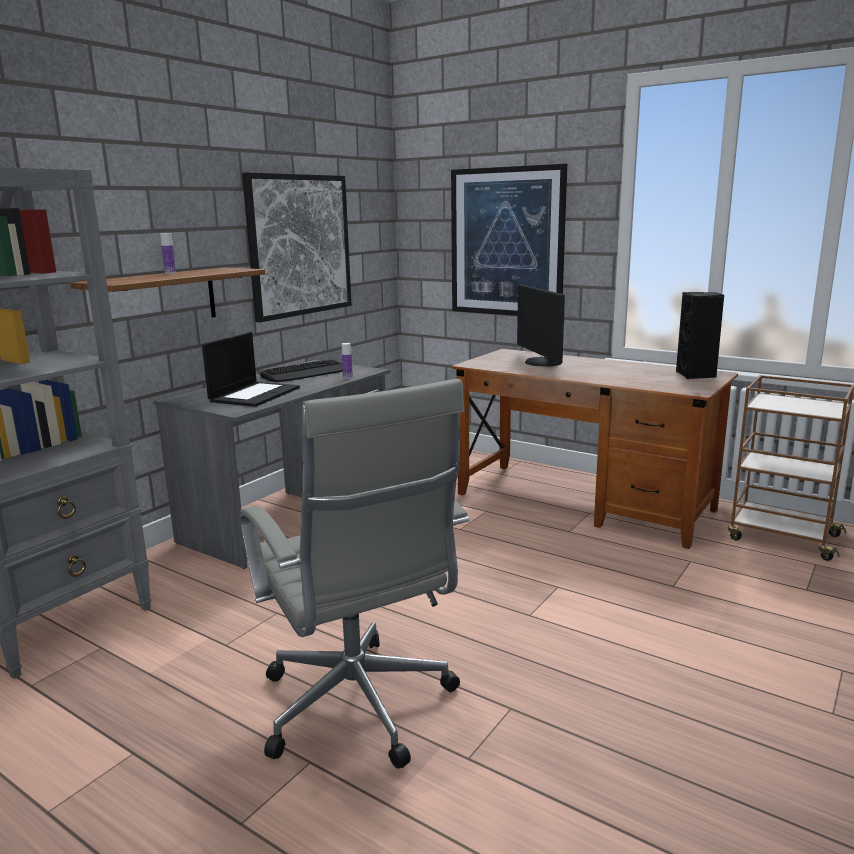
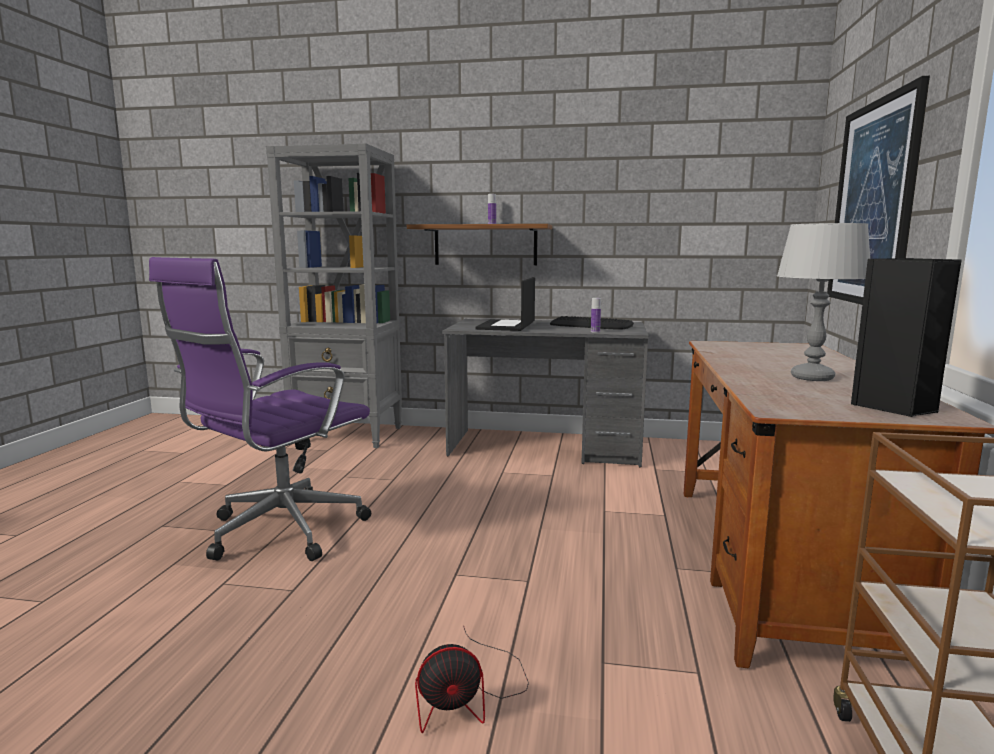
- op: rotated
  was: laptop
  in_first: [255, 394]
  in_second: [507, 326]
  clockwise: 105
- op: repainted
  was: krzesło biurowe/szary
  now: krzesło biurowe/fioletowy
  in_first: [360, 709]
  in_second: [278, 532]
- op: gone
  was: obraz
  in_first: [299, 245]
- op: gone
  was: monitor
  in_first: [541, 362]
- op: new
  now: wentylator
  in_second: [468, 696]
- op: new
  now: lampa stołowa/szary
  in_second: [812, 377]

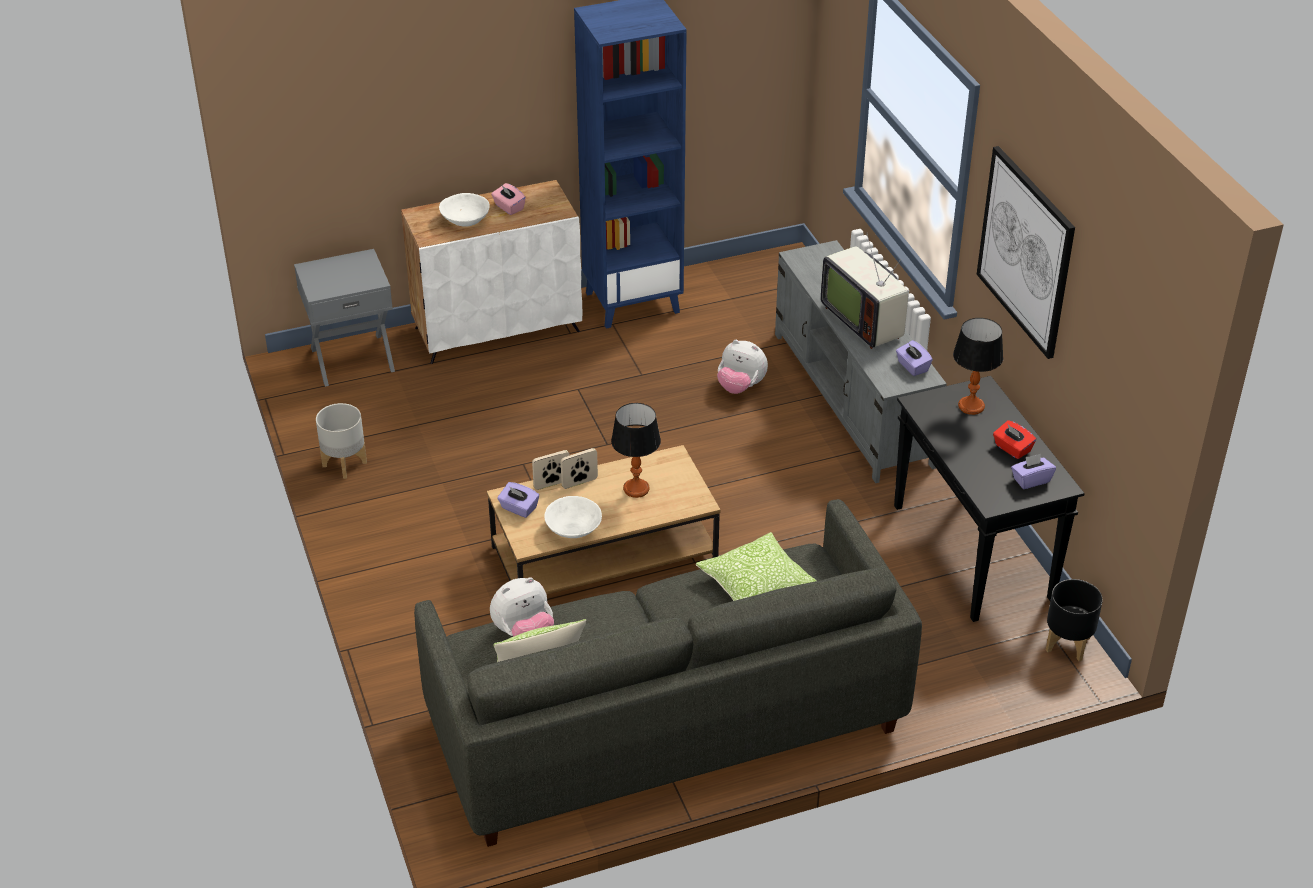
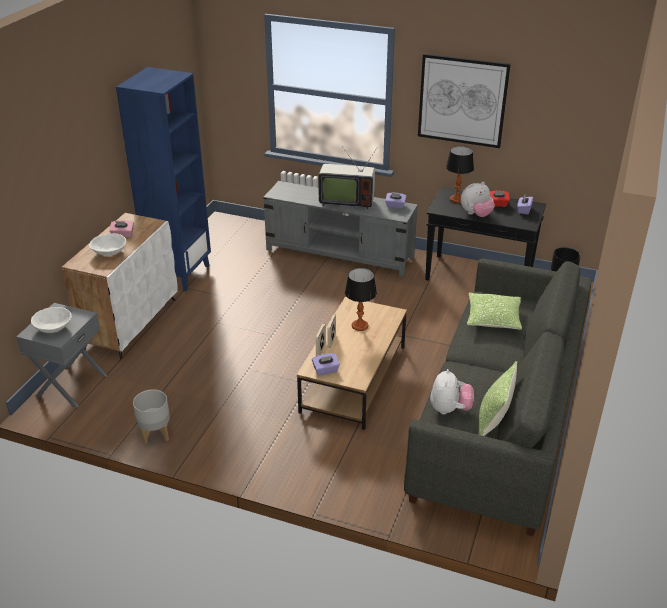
- op: shifted
  was: miska/biały
  in_first: [573, 529]
  in_second: [53, 328]
- op: shifted
  was: pluszak
  in_first: [740, 387]
  in_second: [476, 214]

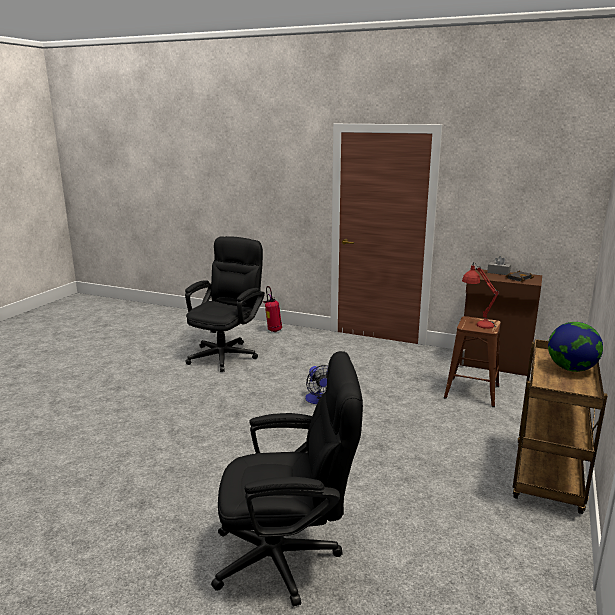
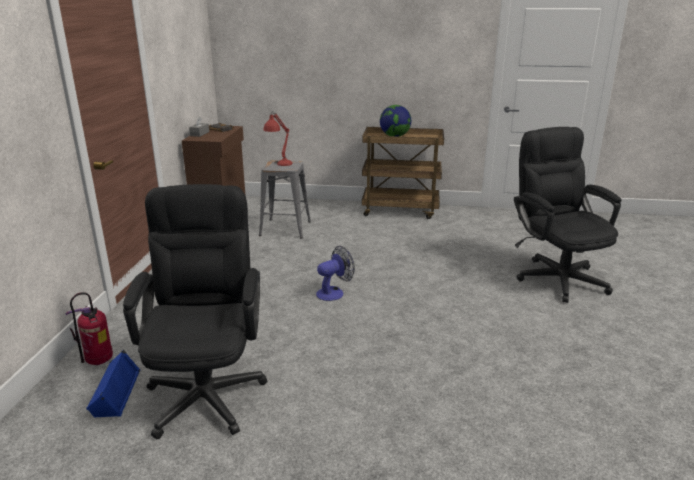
- op: rotated
  was: krzesło biurowe/czarny
  in_first: [226, 354]
  in_second: [207, 388]
  clockwise: 75
- op: repainted
  was: stołek/brązowy
  now: stołek/szary
  in_first: [471, 391]
  in_second: [285, 228]
- op: new
  now: głośnik/niebieski
  in_second: [114, 392]

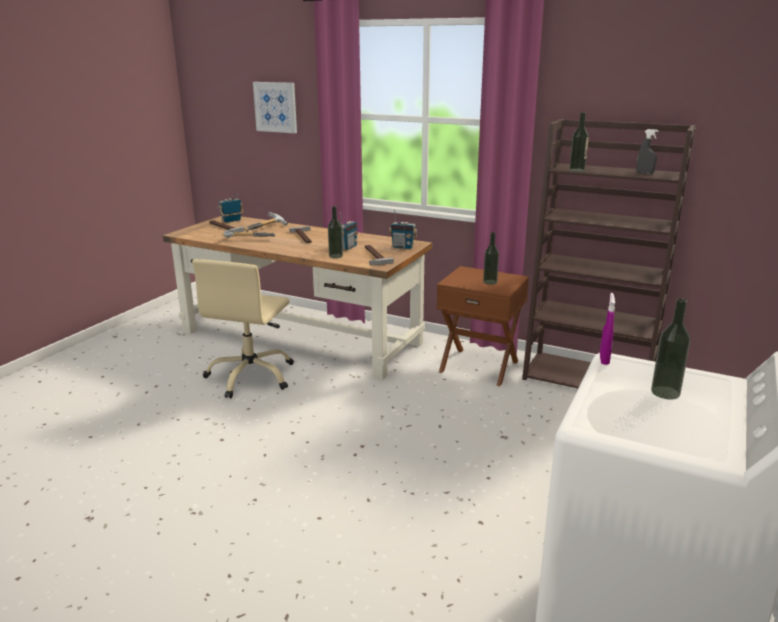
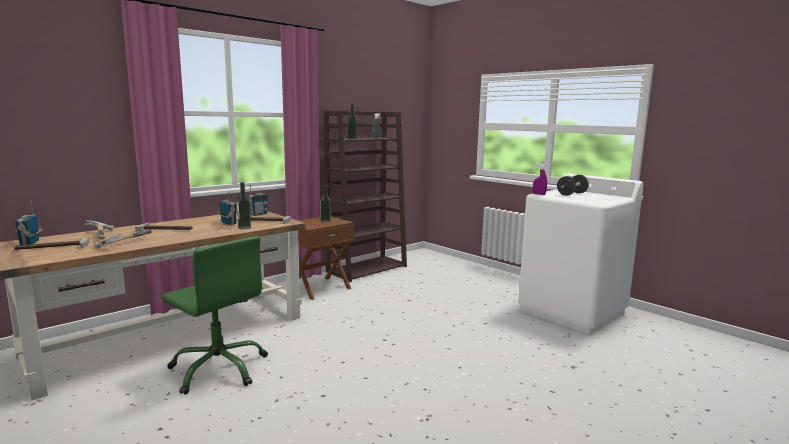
- op: repainted
  was: krzesło biurowe/beżowy
  now: krzesło biurowe/zielony
  in_first: [251, 376]
  in_second: [219, 368]
- op: gone
  was: obraz
  in_first: [276, 107]
- op: swapped
  was: butelka
  now: hantel/czarny
  in_first: [665, 392]
  in_second: [571, 194]

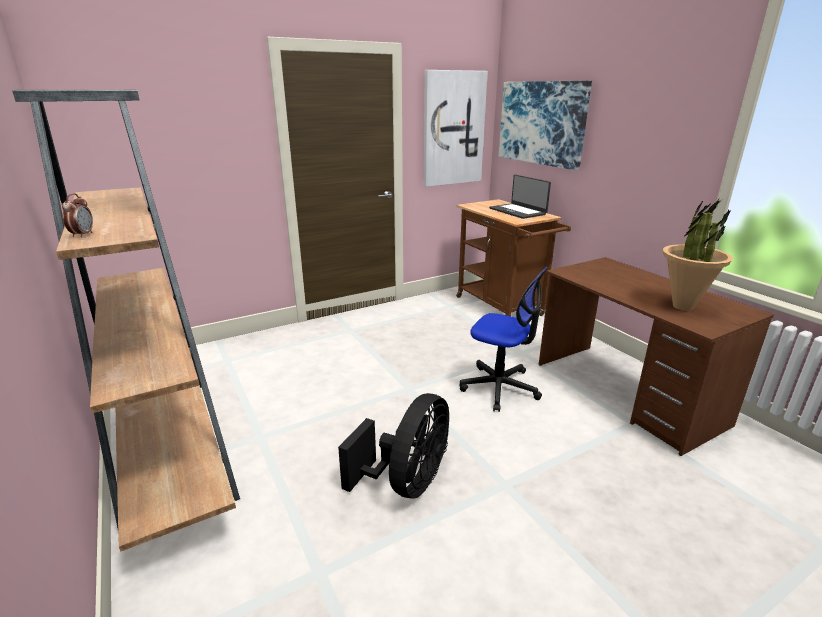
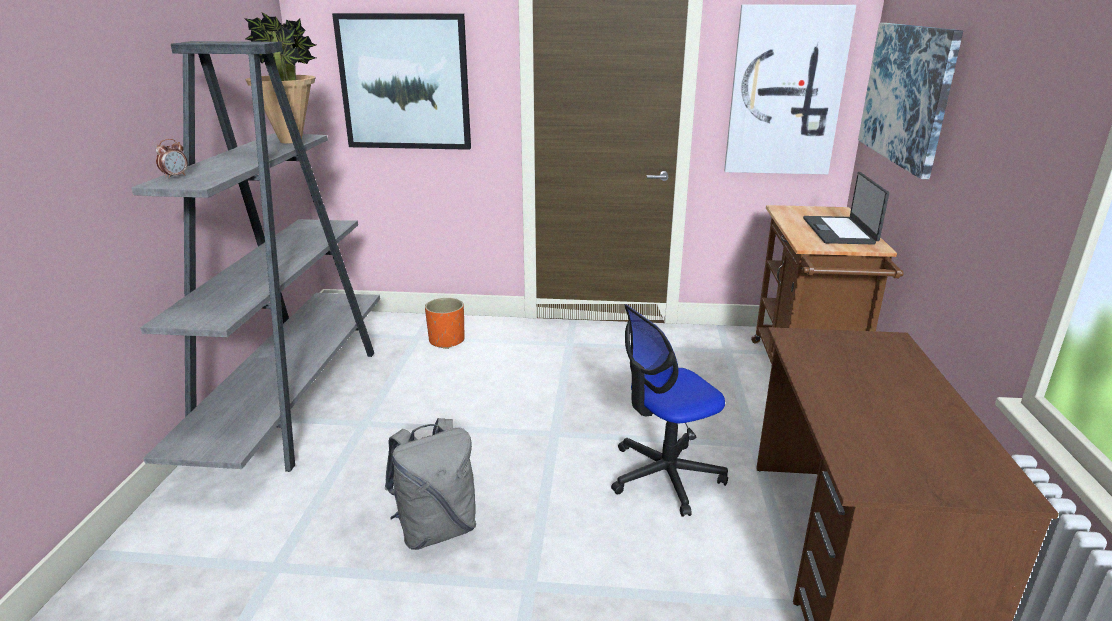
- op: repainted
  was: regał/brązowy
  now: regał/szary
  in_first: [169, 444]
  in_second: [294, 399]
- op: swapped
  was: wentylator/czarny
  now: plecak/szary
  in_first: [407, 482]
  in_second: [436, 529]
- op: rotated
  was: krzesło biurowe
  in_first: [500, 387]
  in_second: [665, 476]
  clockwise: 90
- op: shifted
  was: roślina doniczkowa
  in_first: [683, 306]
  in_second: [291, 141]
- op: new
  now: obraz
  in_second: [405, 82]
- op: new
  now: donica/pomarańczowy
  in_second: [446, 341]

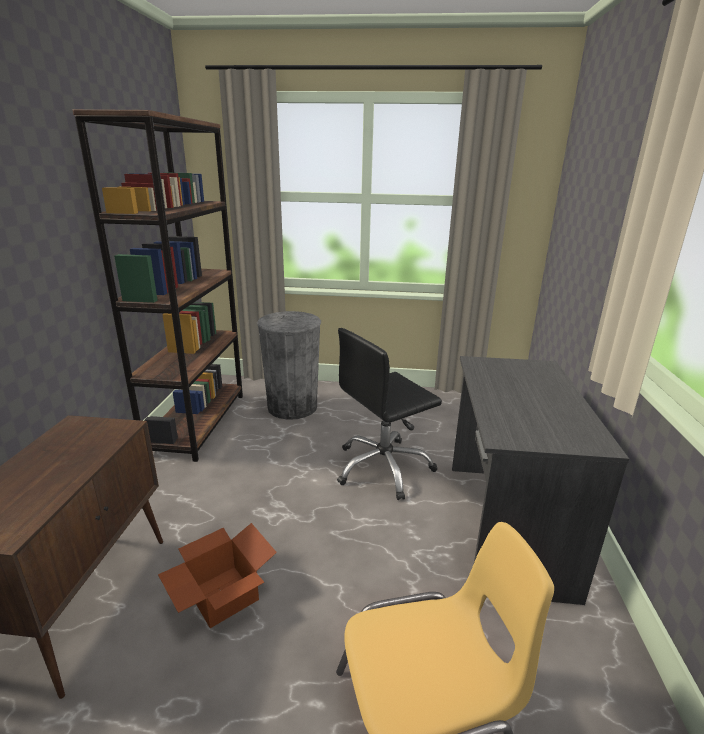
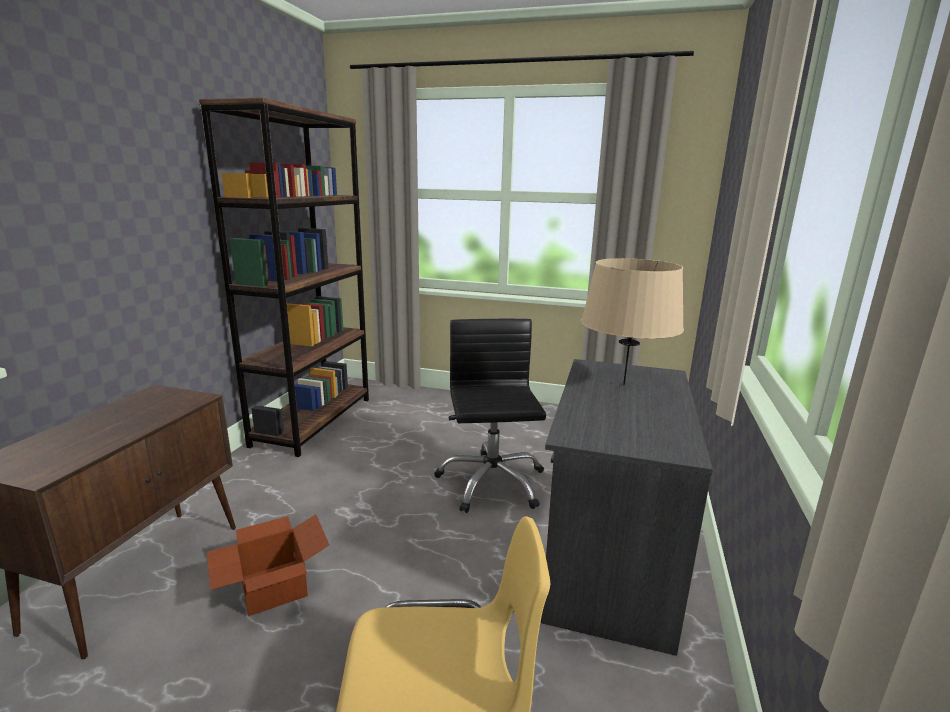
- op: gone
  was: kosz na śmieci/szary
  in_first: [292, 407]
- op: rotated
  was: krzesło biurowe/czarny
  in_first: [383, 468]
  in_second: [491, 482]
  clockwise: 105
- op: new
  now: lampa stołowa/beżowy
  in_second: [623, 384]

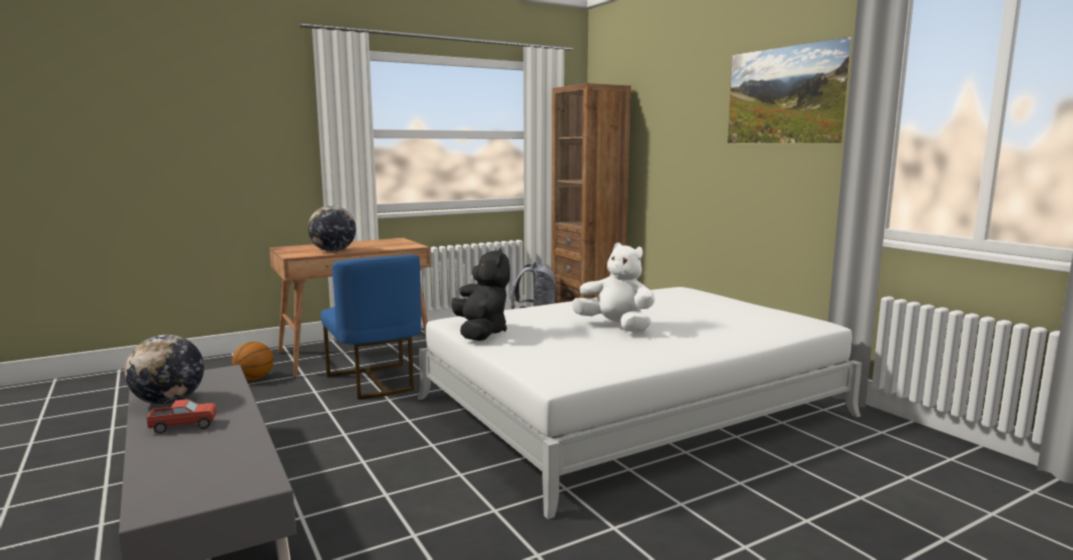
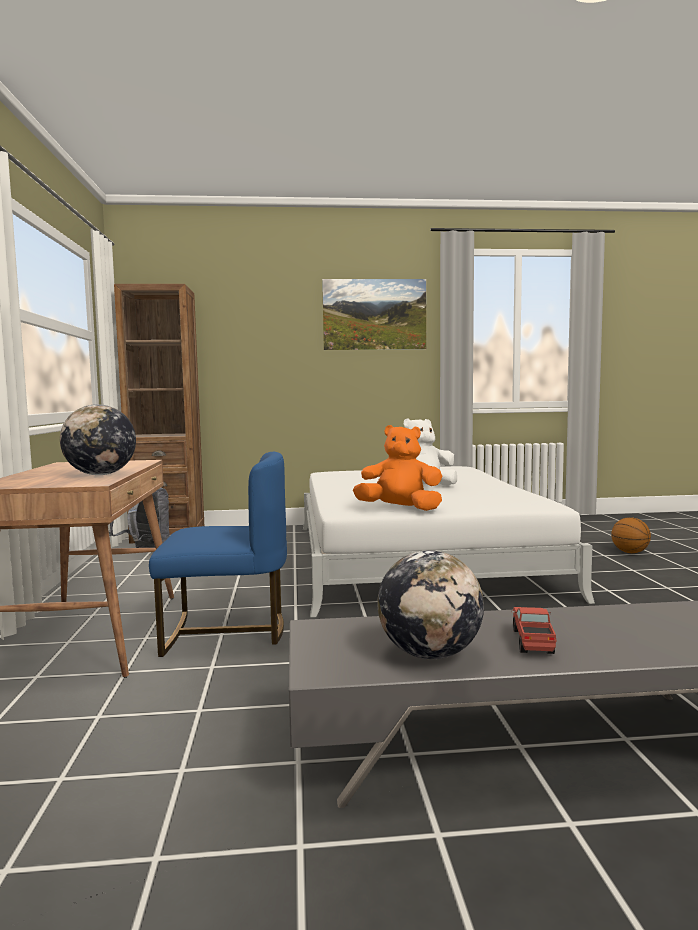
- op: shifted
  was: piłka do koszykówki
  in_first: [254, 379]
  in_second: [630, 552]
- op: repainted
  was: pluszak/czarny
  now: pluszak/pomarańczowy
  in_first: [481, 333]
  in_second: [400, 509]

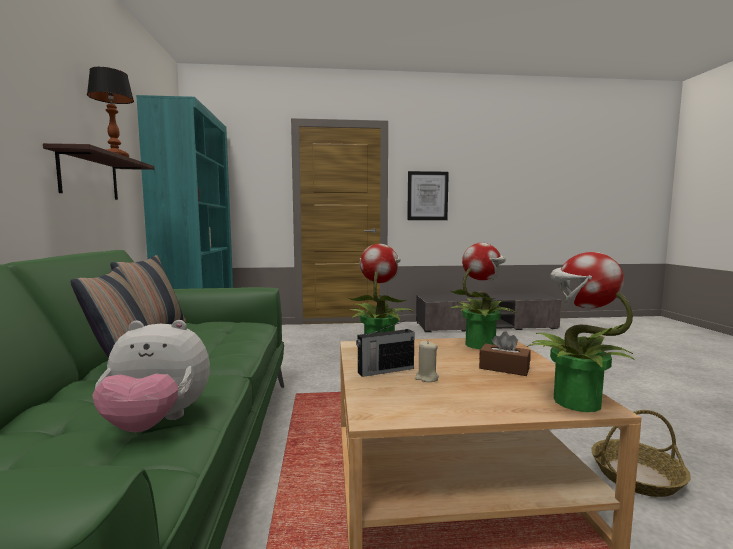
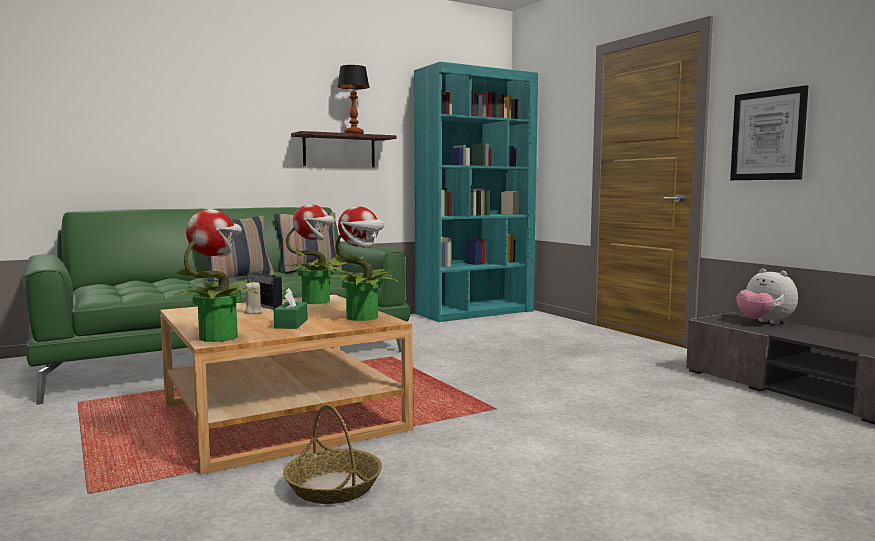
- op: shifted
  was: pluszak
  in_first: [157, 424]
  in_second: [764, 323]
- op: repainted
  was: pudełko chusteczek/brązowy
  now: pudełko chusteczek/zielony
  in_first: [504, 368]
  in_second: [291, 324]

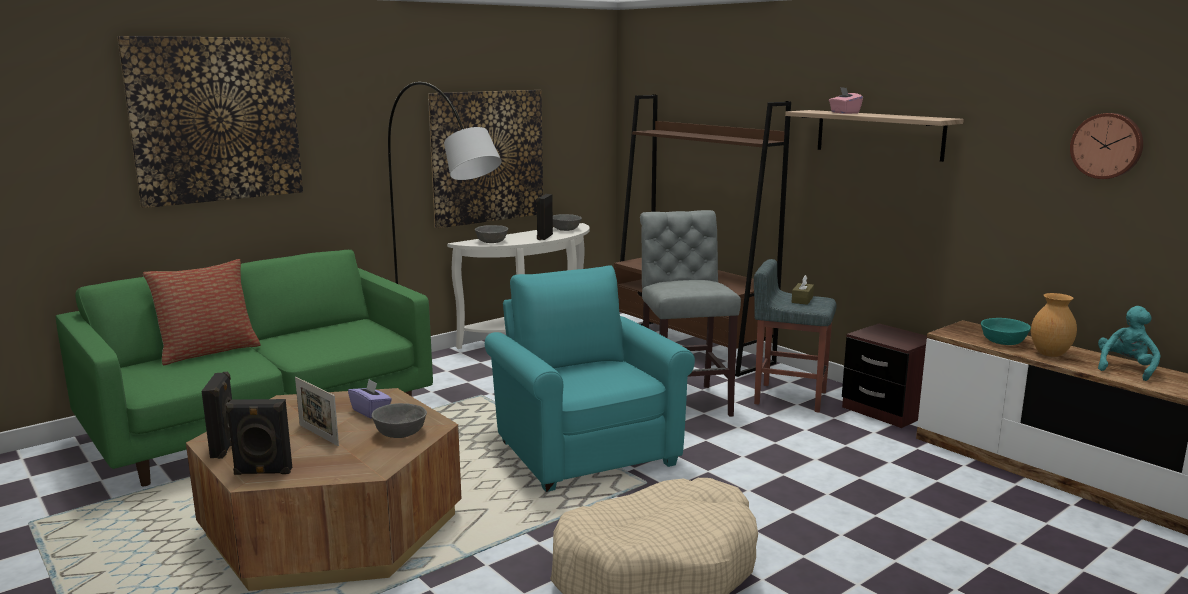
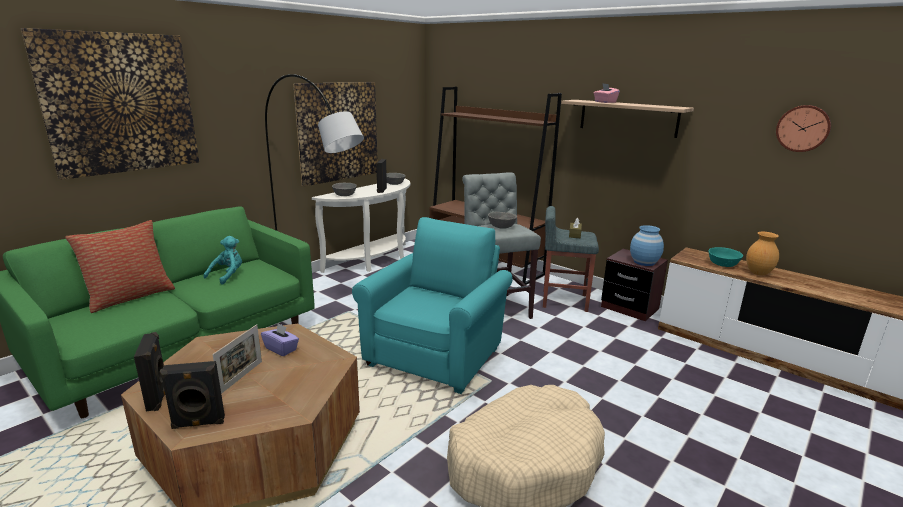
- op: rotated
  was: ramka na zdjęcie
  in_first: [318, 435]
  in_second: [241, 377]
  clockwise: -105
- op: shifted
  was: miska/szary
  in_first: [400, 433]
  in_second: [501, 226]
- op: rotated
  was: fotel/turkusowy
  in_first: [584, 450]
  in_second: [437, 354]
  clockwise: 60
- op: shifted
  was: pluszak/turkusowy
  in_first: [1125, 368]
  in_second: [228, 275]
- op: new
  now: wazon/niebieski
  in_second: [644, 262]

